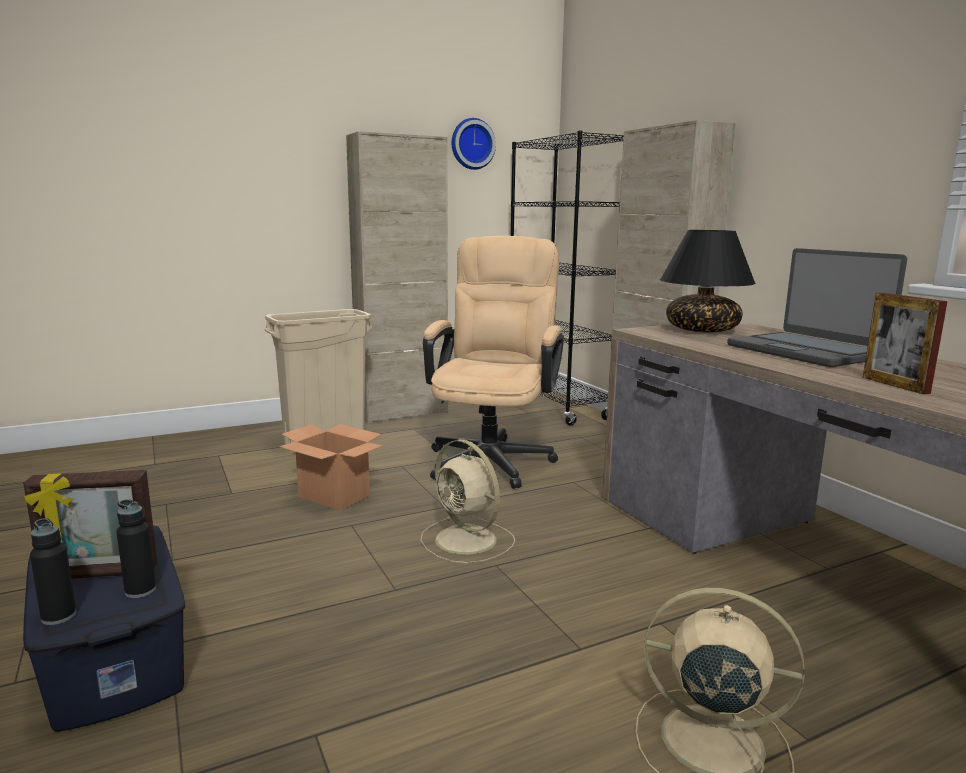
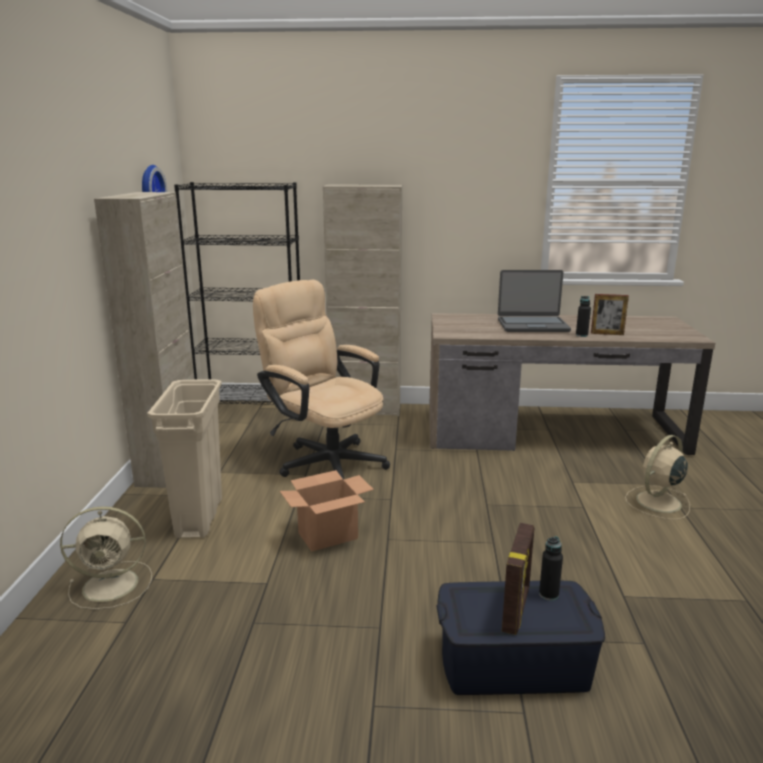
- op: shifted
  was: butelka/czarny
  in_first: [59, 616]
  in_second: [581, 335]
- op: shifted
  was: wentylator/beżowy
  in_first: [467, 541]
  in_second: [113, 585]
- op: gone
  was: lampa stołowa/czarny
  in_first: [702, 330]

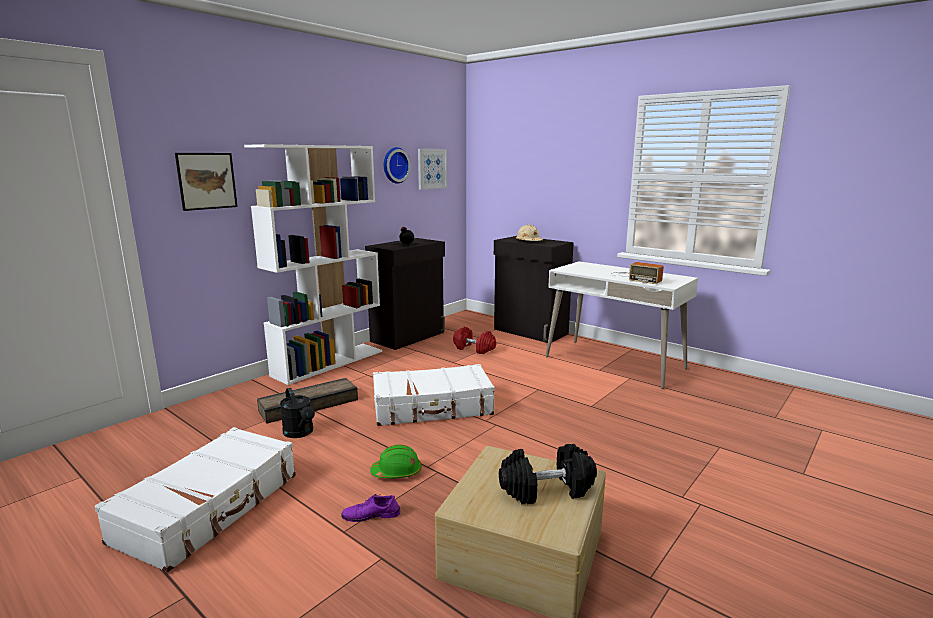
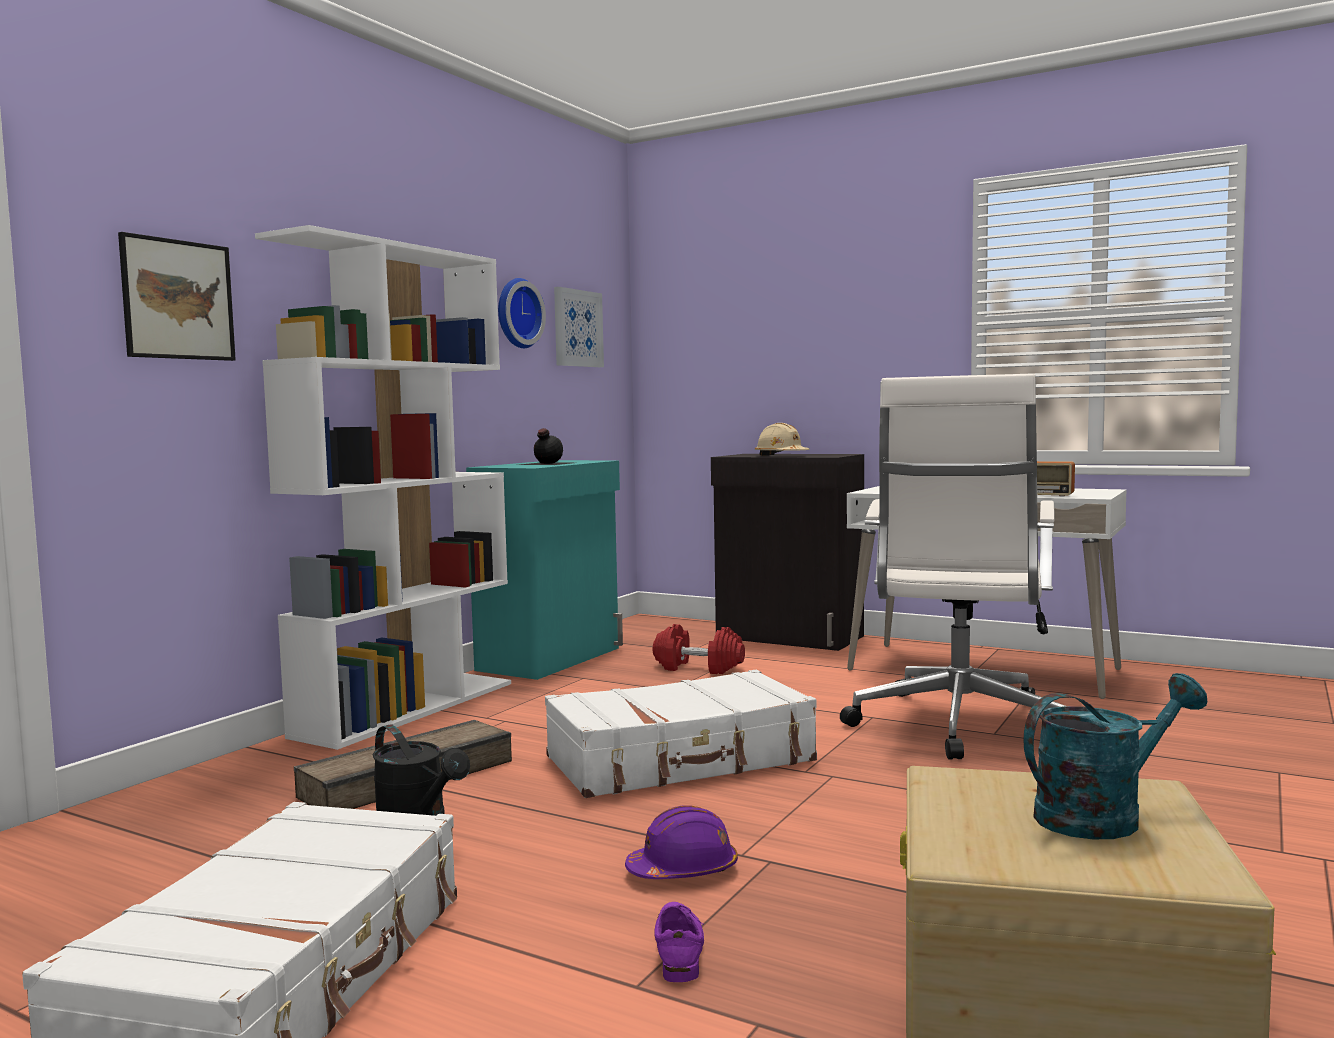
- op: rotated
  was: but/fioletowy
  in_first: [371, 515]
  in_second: [679, 949]
  clockwise: 105
- op: repainted
  was: szafka/czarny
  now: szafka/turkusowy
  in_first: [409, 337]
  in_second: [552, 659]
- op: repainted
  was: kask/zielony
  now: kask/fioletowy
  in_first: [397, 472]
  in_second: [683, 870]
- op: swapped
  was: hantel/czarny
  now: konewka/turkusowy
  in_first: [546, 489]
  in_second: [1102, 816]
- op: new
  now: krzesło biurowe/biały
  in_second: [958, 726]

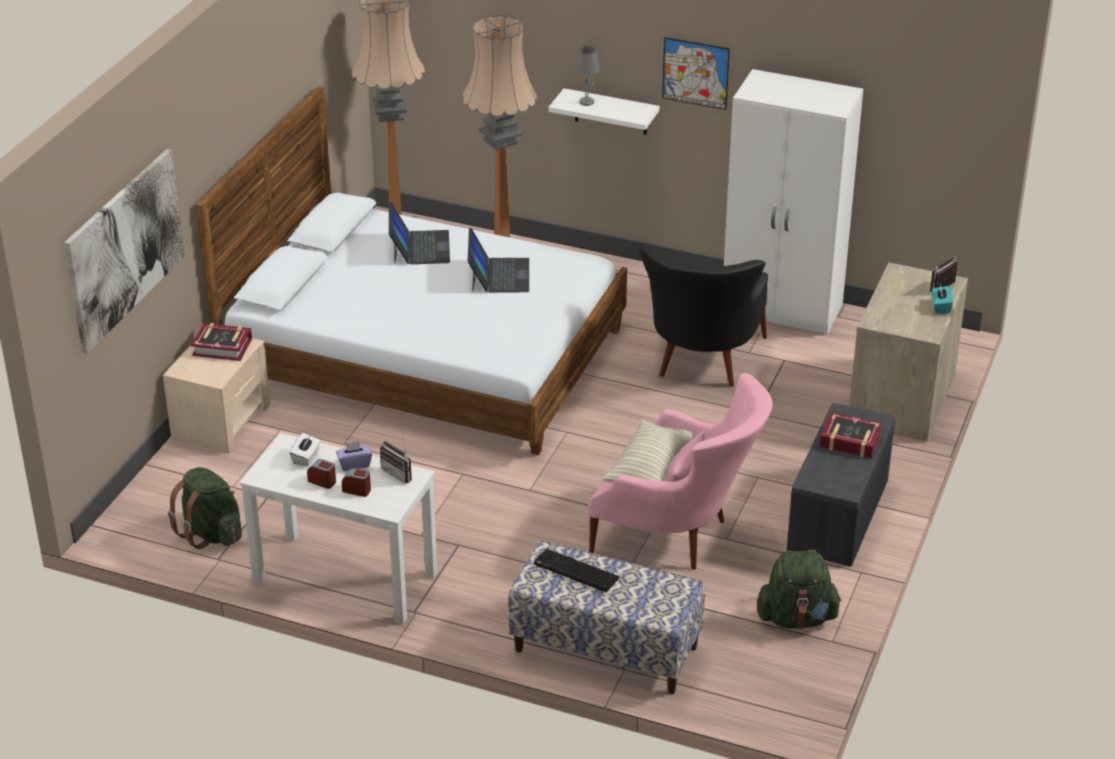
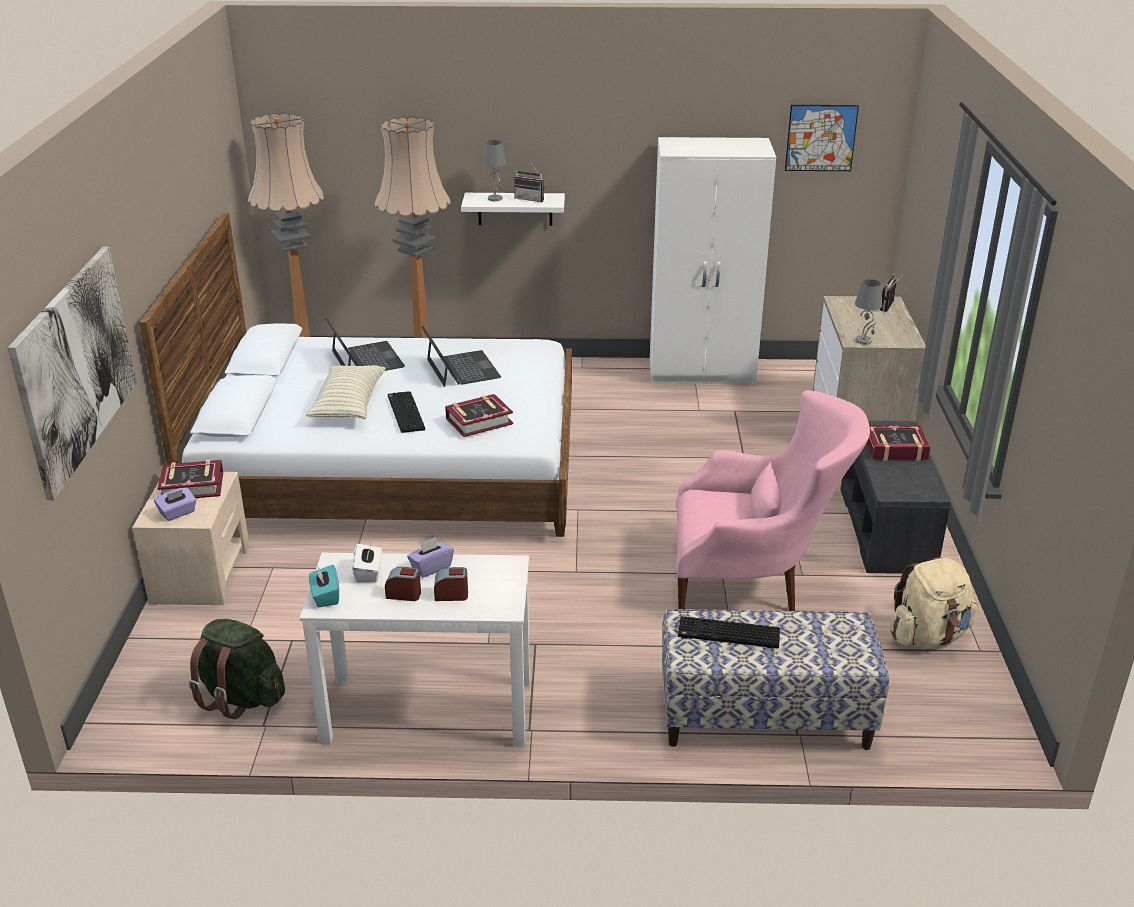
- op: shifted
  was: radio
  in_first: [400, 473]
  in_second: [531, 199]
- op: shifted
  was: poduszka
  in_first: [649, 469]
  in_second: [348, 405]
- op: gone
  was: fotel/czarny
  in_first: [701, 364]
- op: shifted
  was: obraz
  in_first: [695, 73]
  in_second: [821, 138]
- op: repainted
  was: plecak/zielony
  now: plecak/beżowy
  in_first: [796, 618]
  in_second: [928, 636]
- op: shifted
  was: pudełko chusteczek/turkusowy
  in_first: [940, 307]
  in_second: [325, 596]
- op: new
  now: pudełko chusteczek/fioletowy
  in_second: [178, 513]
- op: new
  now: klawiatura
  in_second: [404, 413]
- op: new
  now: książka
  in_second: [479, 421]
- op: new
  now: lampa stołowa/szary
  in_second: [864, 341]

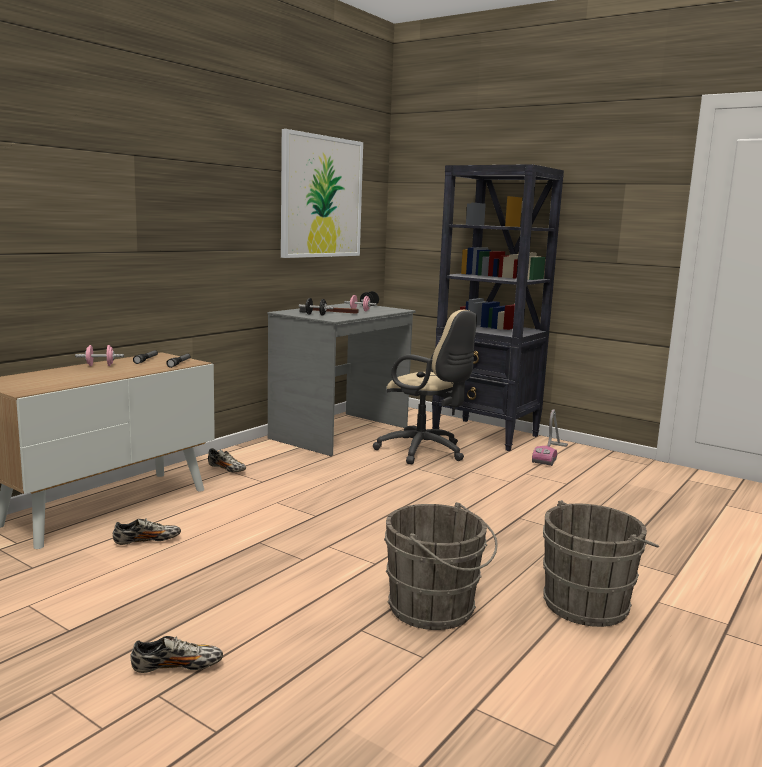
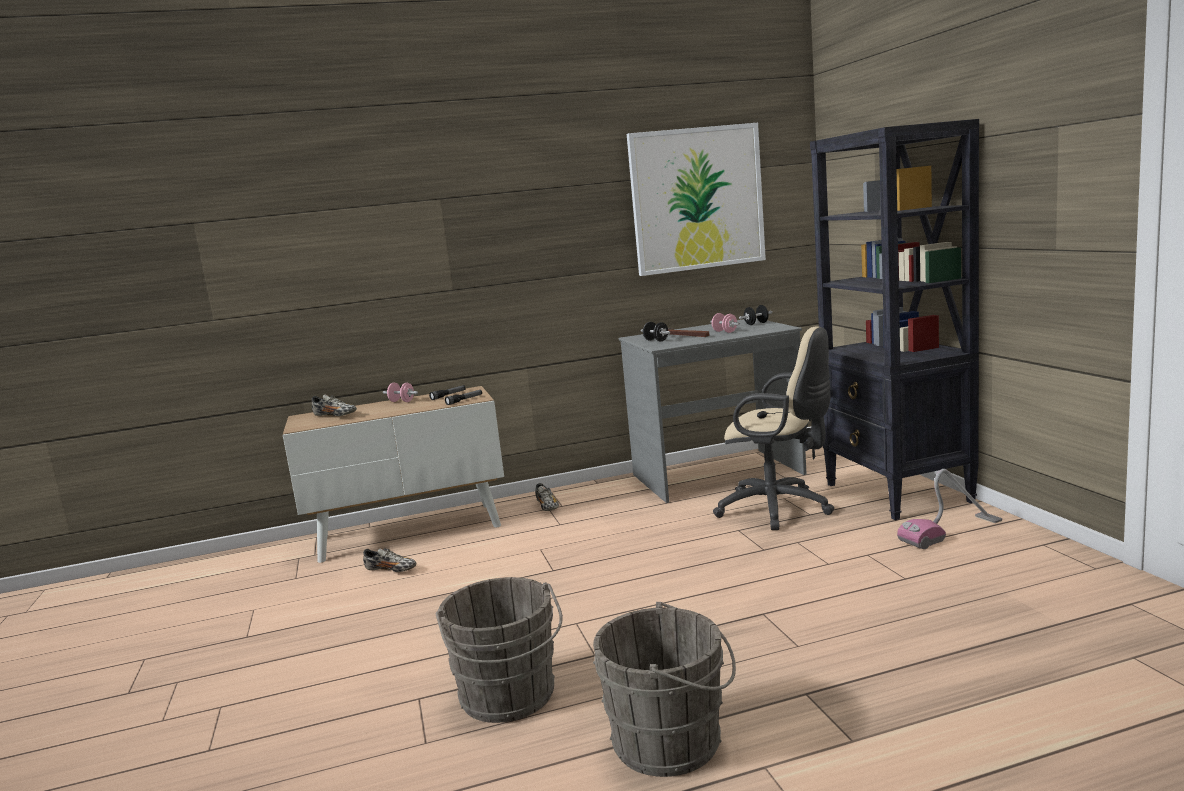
- op: shifted
  was: but
  in_first: [177, 668]
  in_second: [336, 416]
- op: rotated
  was: krzesło biurowe/beżowy
  in_first: [425, 452]
  in_second: [779, 509]
  clockwise: -45

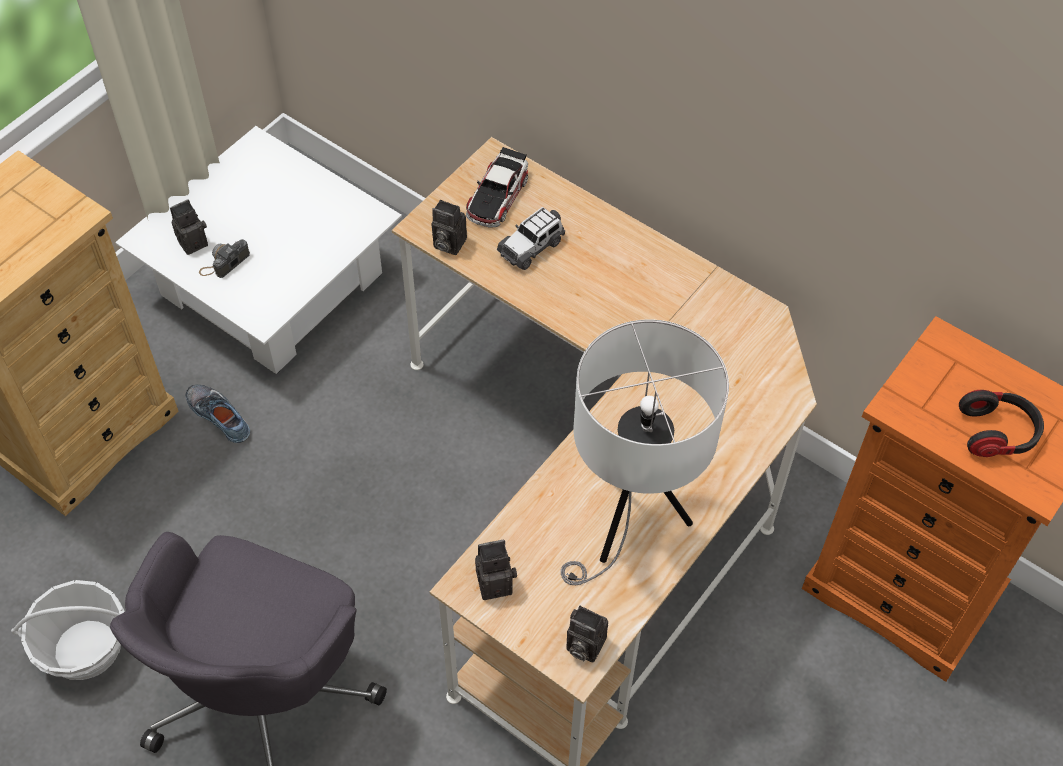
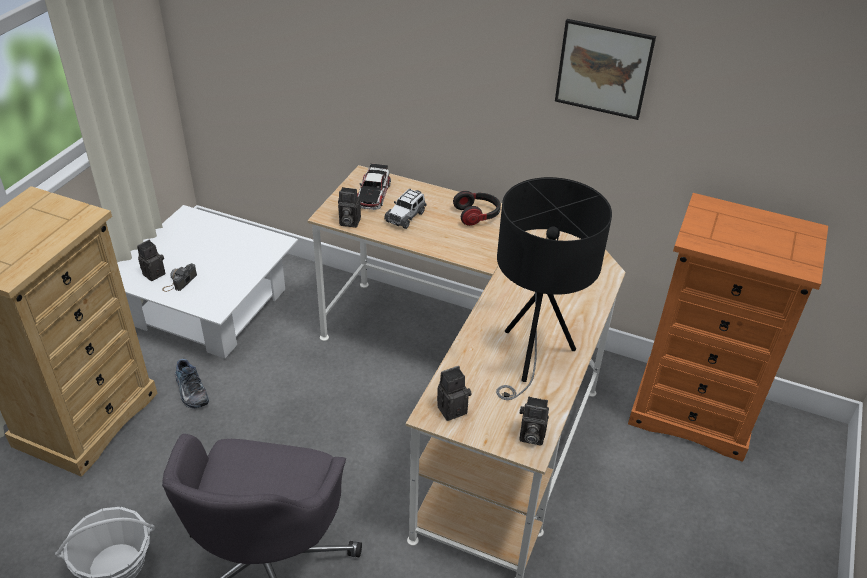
- op: rotated
  was: but
  in_first: [221, 415]
  in_second: [190, 390]
  clockwise: -150
- op: repainted
  was: lampa stołowa/biały
  now: lampa stołowa/czarny
  in_first: [628, 524]
  in_second: [532, 357]
- op: shifted
  was: słuchawki
  in_first: [997, 433]
  in_second: [477, 215]
- op: new
  now: obraz
  in_second: [603, 69]

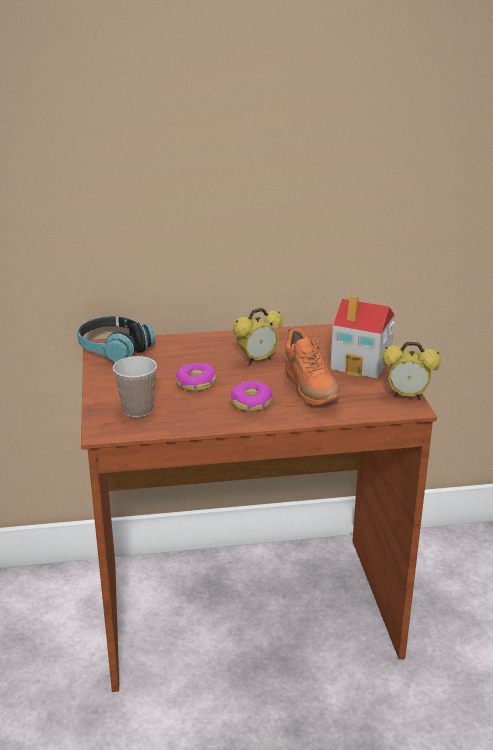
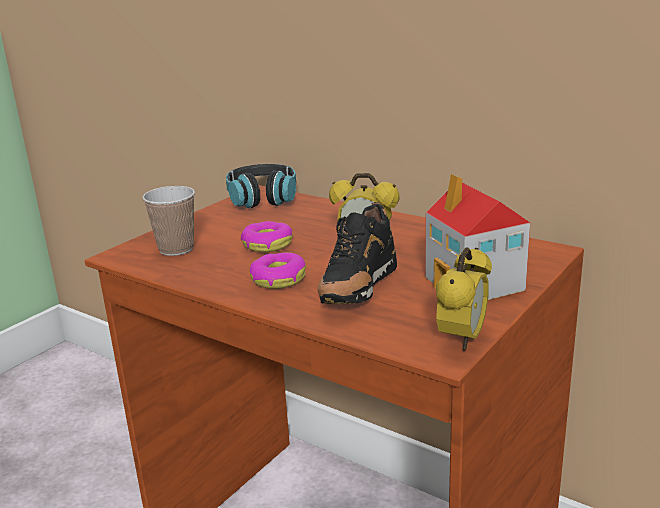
- op: repainted
  was: but/pomarańczowy
  now: but/czarny
  in_first: [310, 391]
  in_second: [357, 291]
- op: rotated
  was: budzik
  in_first: [407, 396]
  in_second: [462, 340]
  clockwise: -120

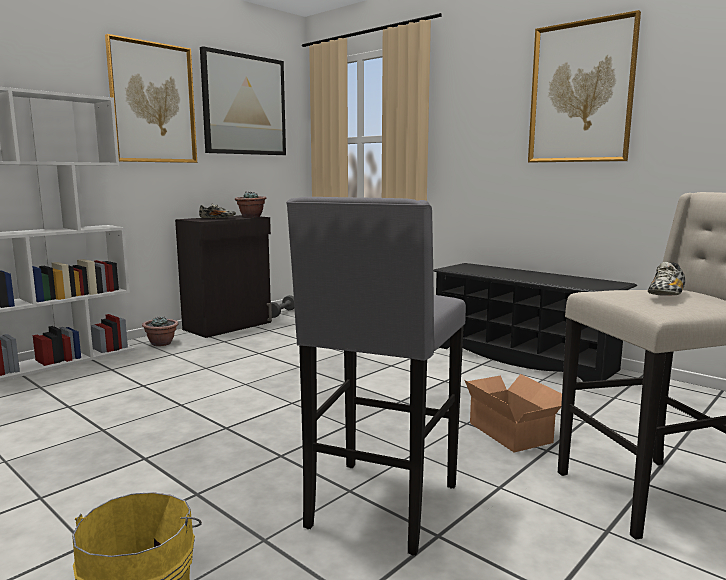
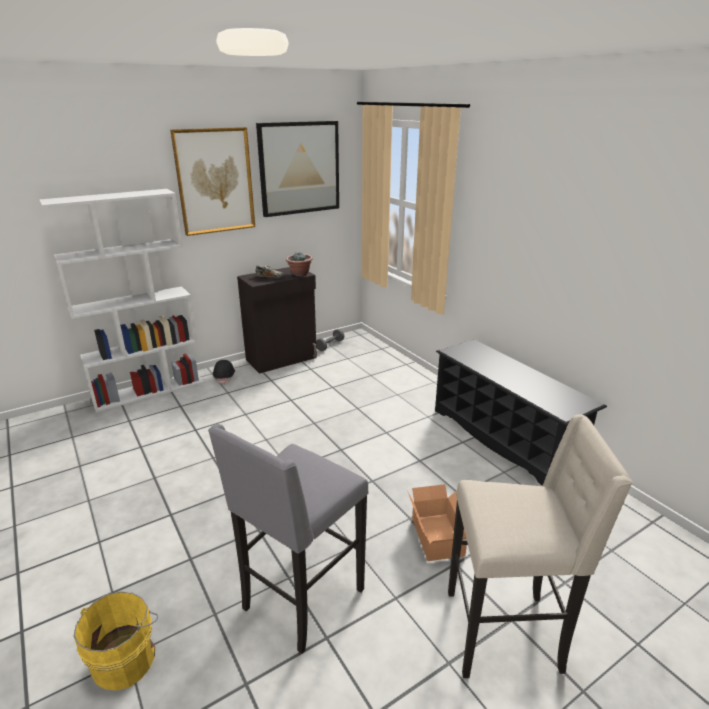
- op: swapped
  was: roślina doniczkowa
  now: kask/czarny
  in_first: [162, 343]
  in_second: [225, 377]
- op: gone
  was: obraz
  in_first: [581, 93]
- op: gone
  was: but
  in_first: [666, 296]

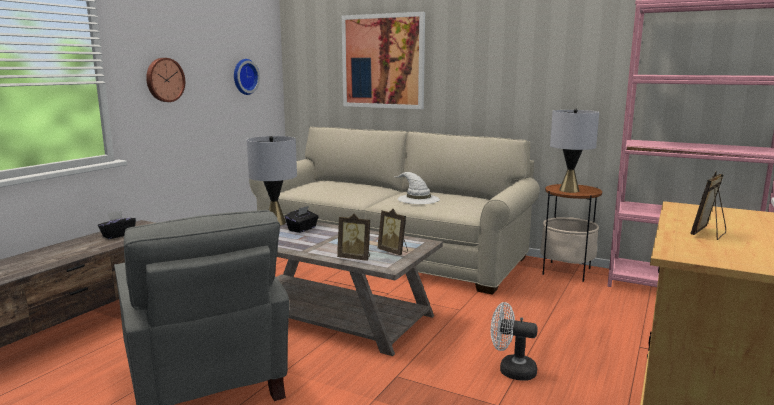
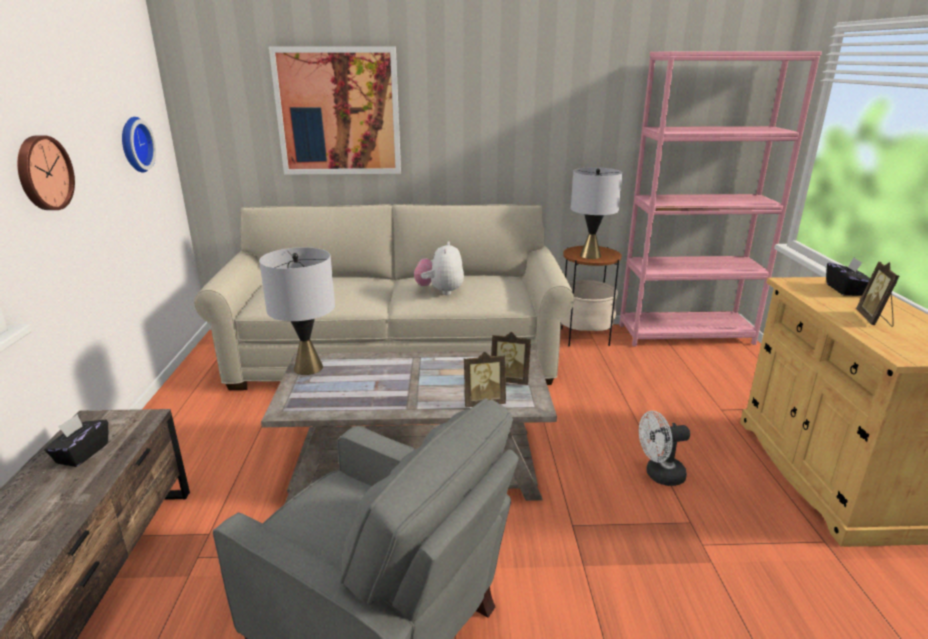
- op: shifted
  was: pudełko chusteczek/czarny
  in_first: [302, 229]
  in_second: [845, 290]
- op: swapped
  was: kapelusz/biały
  now: pluszak
  in_first: [417, 199]
  in_second: [440, 291]

